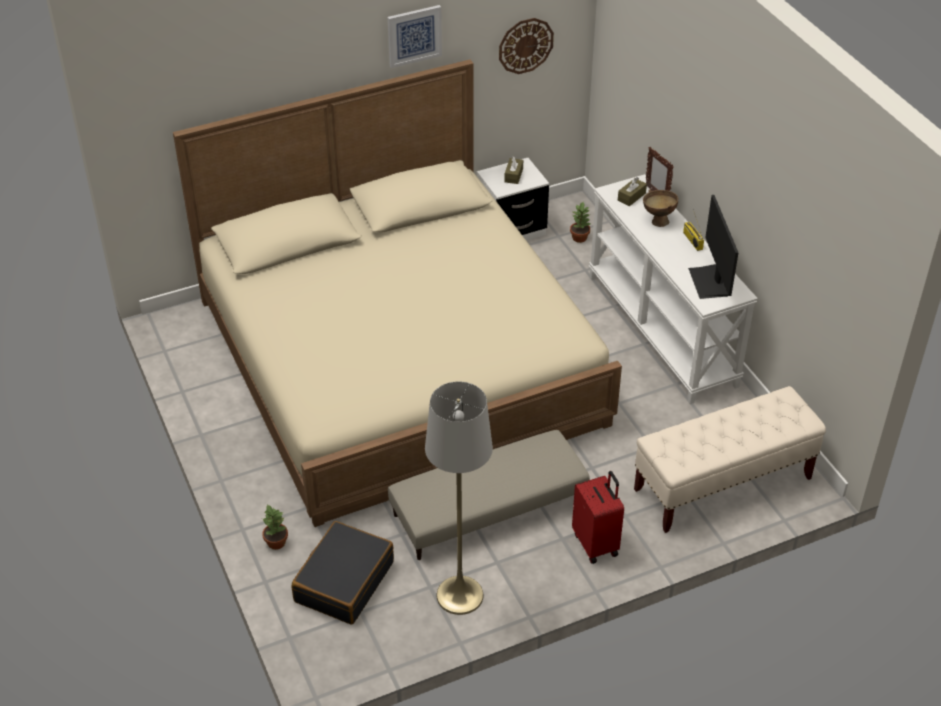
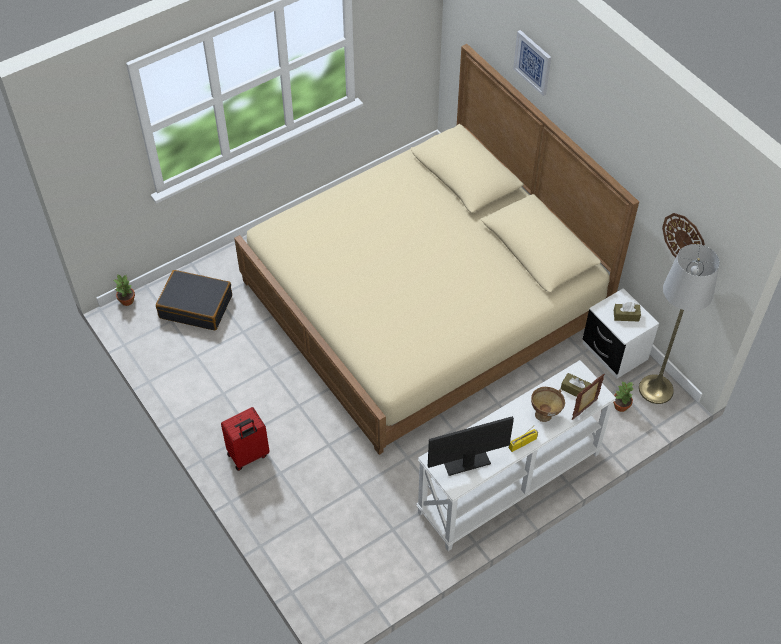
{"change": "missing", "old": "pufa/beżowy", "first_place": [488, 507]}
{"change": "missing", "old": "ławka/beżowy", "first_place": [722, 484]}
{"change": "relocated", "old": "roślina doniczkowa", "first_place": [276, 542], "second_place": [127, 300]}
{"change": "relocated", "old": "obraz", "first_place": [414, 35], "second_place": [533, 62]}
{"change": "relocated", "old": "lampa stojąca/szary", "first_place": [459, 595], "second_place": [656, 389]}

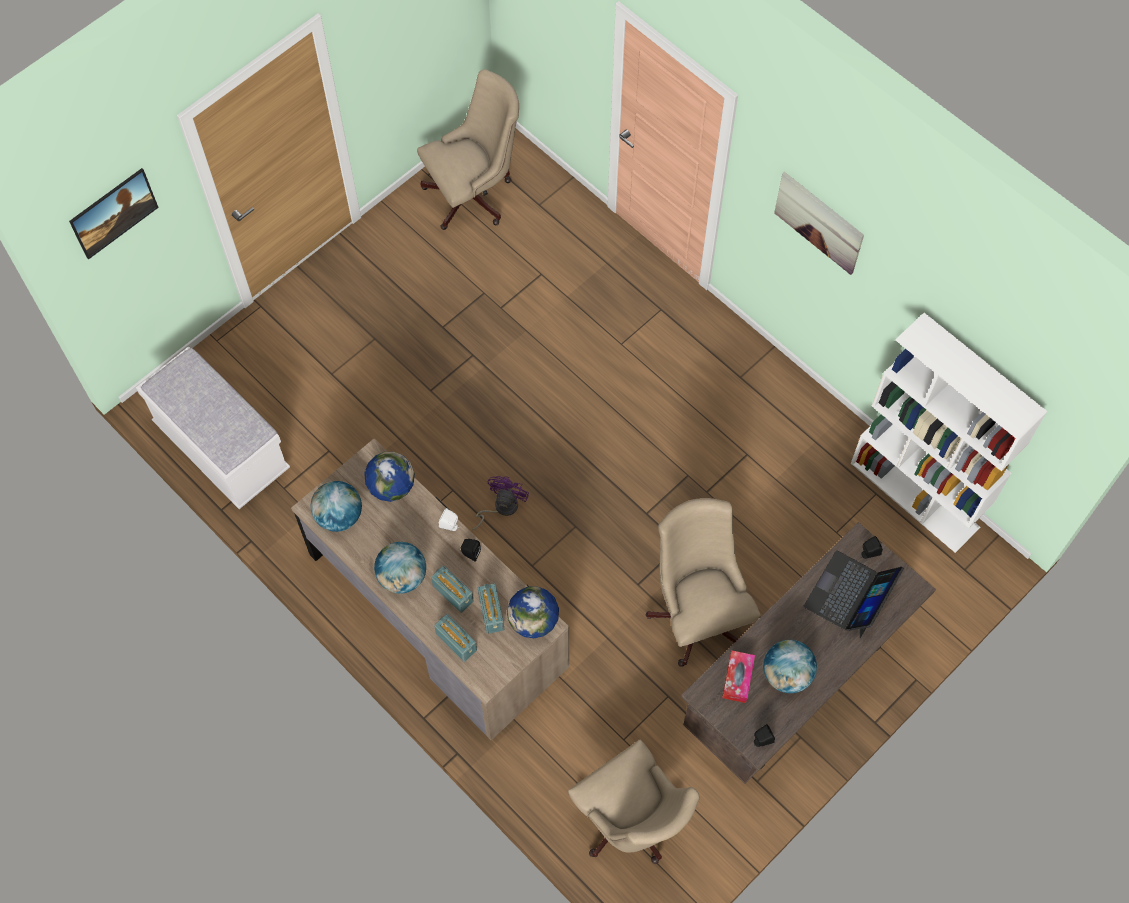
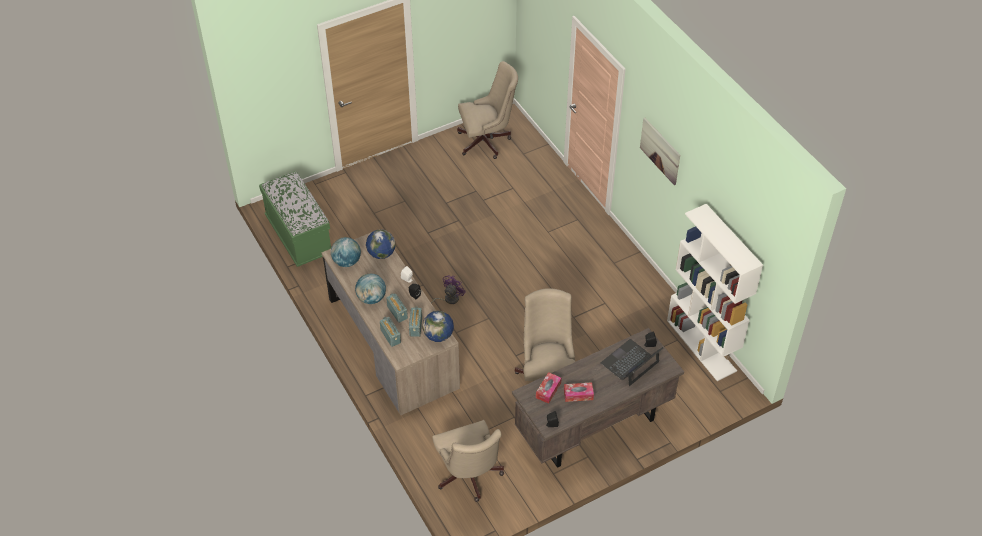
{"change": "missing", "old": "obraz", "first_place": [118, 222]}
{"change": "exchanged", "old": "globus", "new": "pudełko chusteczek", "first_place": [786, 674], "second_place": [578, 394]}
{"change": "colour", "old": "ławka/biały", "new": "ławka/zielony", "first_place": [222, 448], "second_place": [299, 236]}

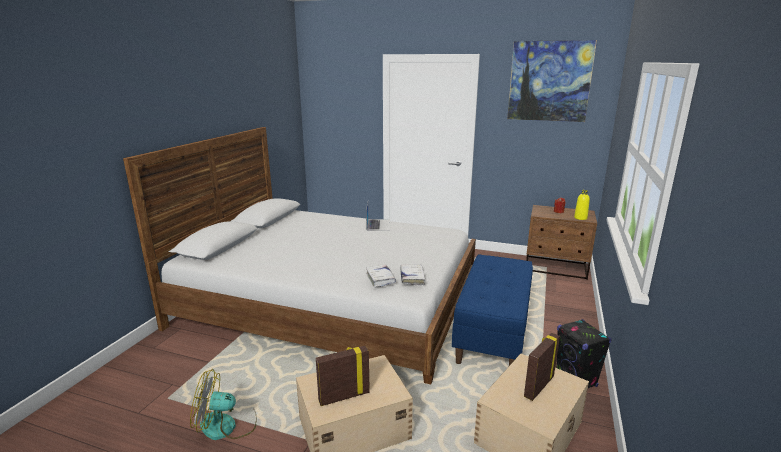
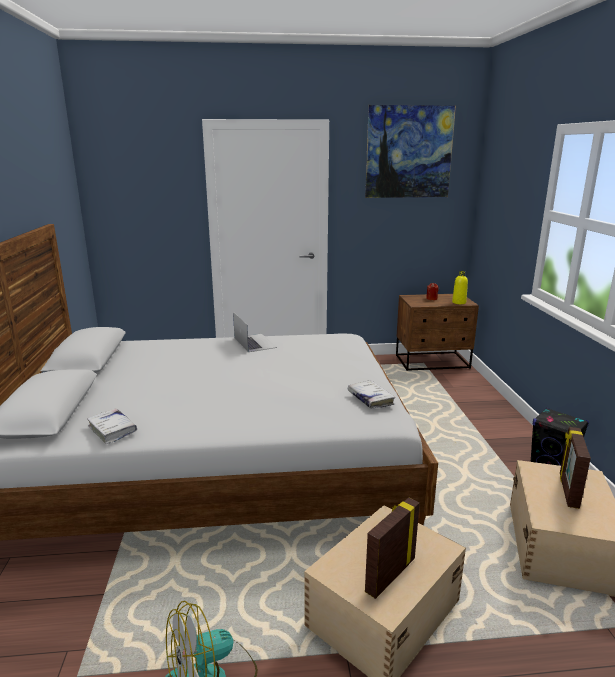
{"change": "missing", "old": "ławka/niebieski", "first_place": [492, 333]}
{"change": "relocated", "old": "książka/biały", "first_place": [380, 279], "second_place": [112, 430]}

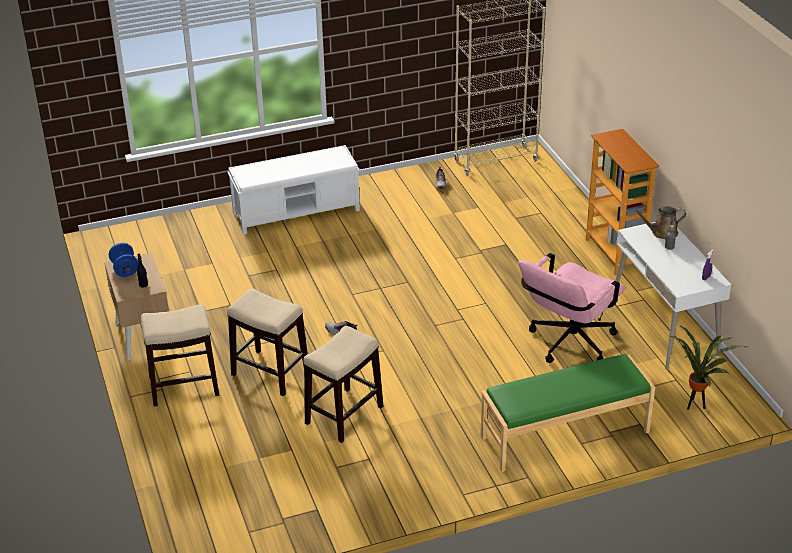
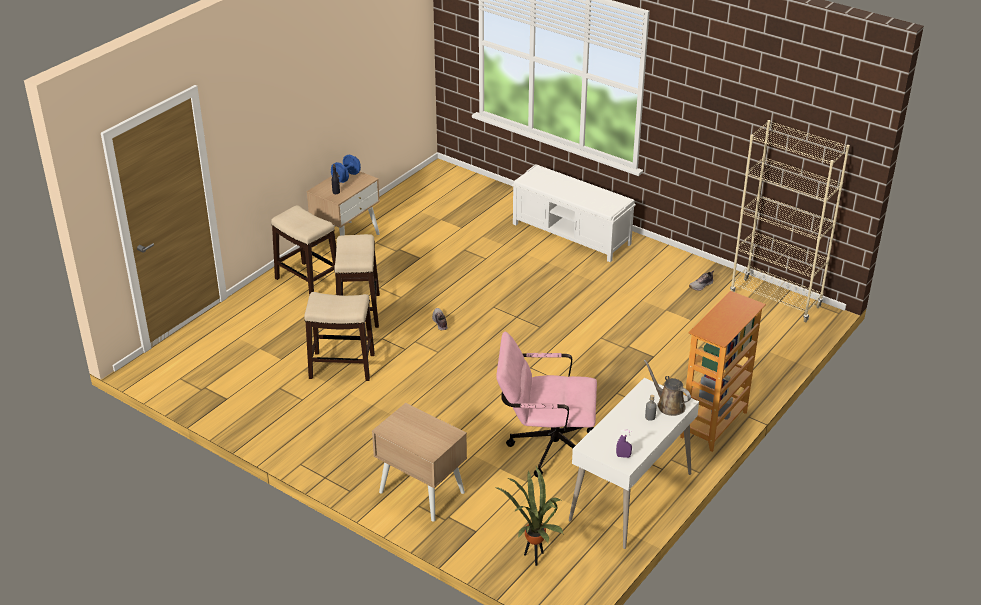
{"change": "exchanged", "old": "ławka/zielony", "new": "szafka nocna/beżowy", "first_place": [565, 435], "second_place": [421, 492]}

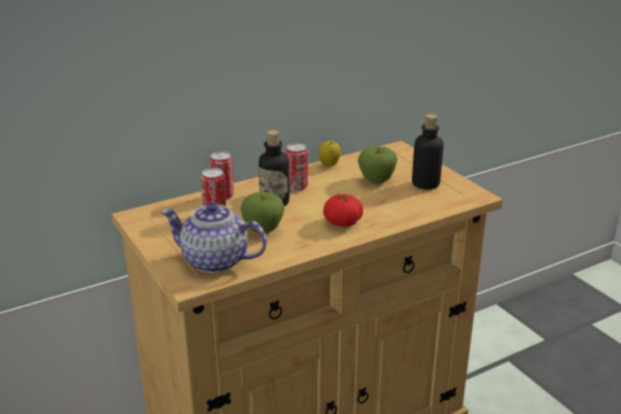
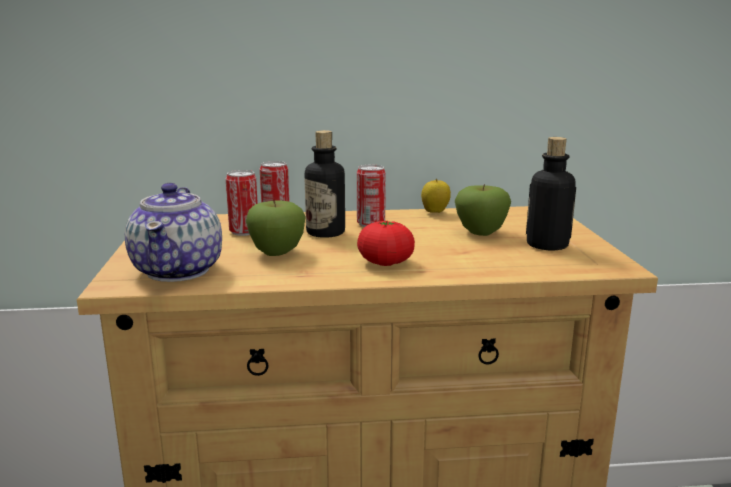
{"change": "spun", "old": "imbryk", "first_place": [215, 261], "second_place": [179, 270], "degrees": -135}

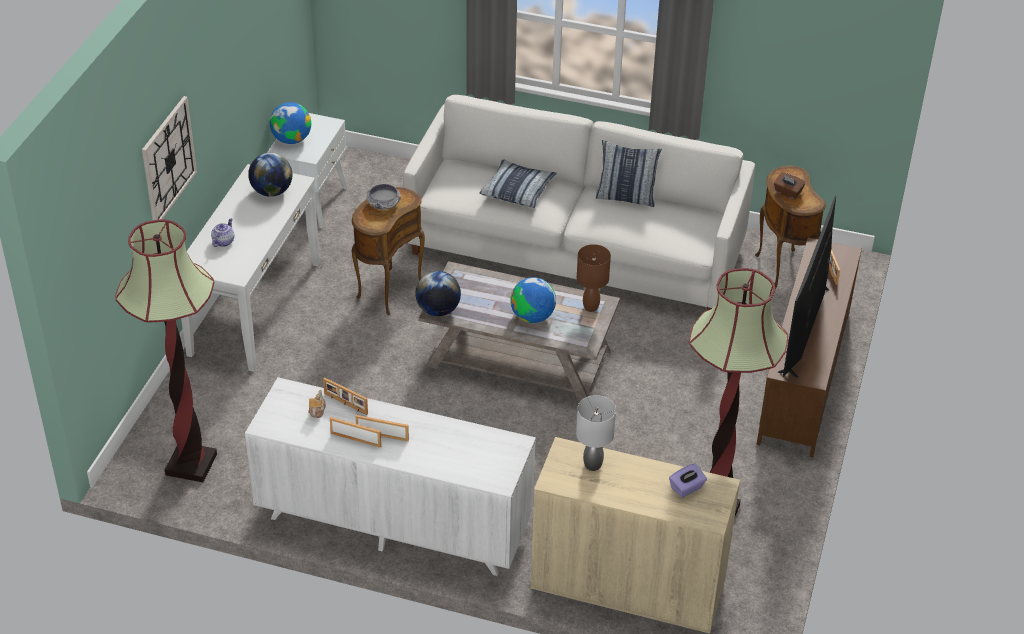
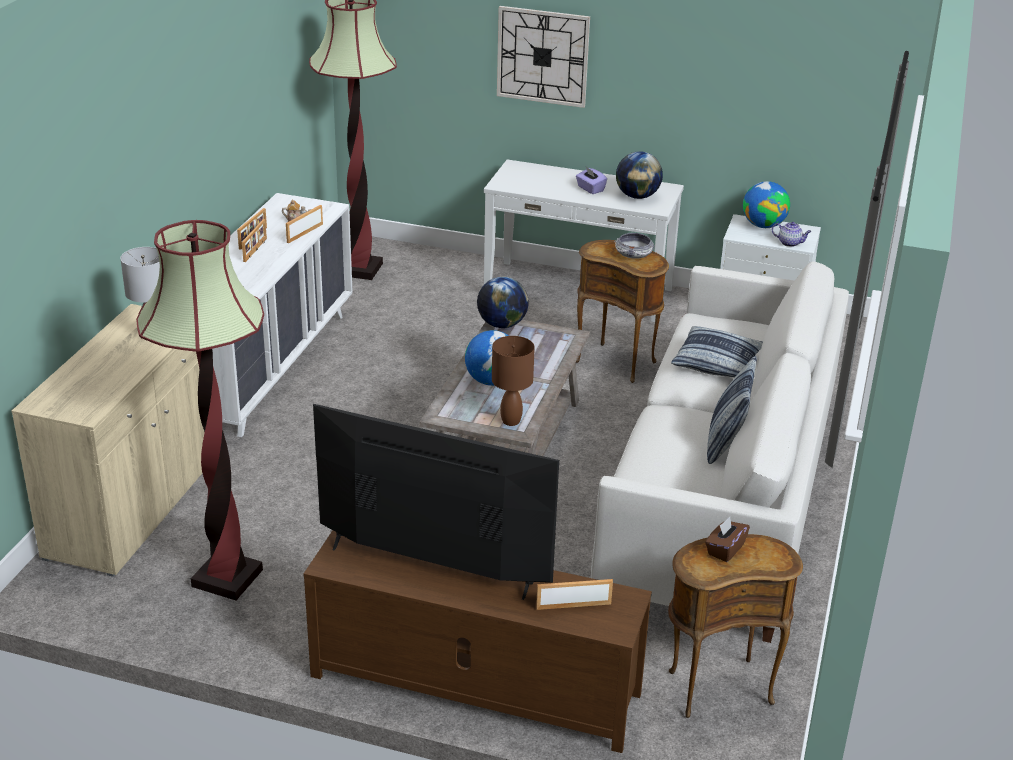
{"change": "relocated", "old": "imbryk", "first_place": [223, 241], "second_place": [790, 243]}
{"change": "relocated", "old": "pudełko chusteczek/fioletowy", "first_place": [687, 488], "second_place": [590, 189]}

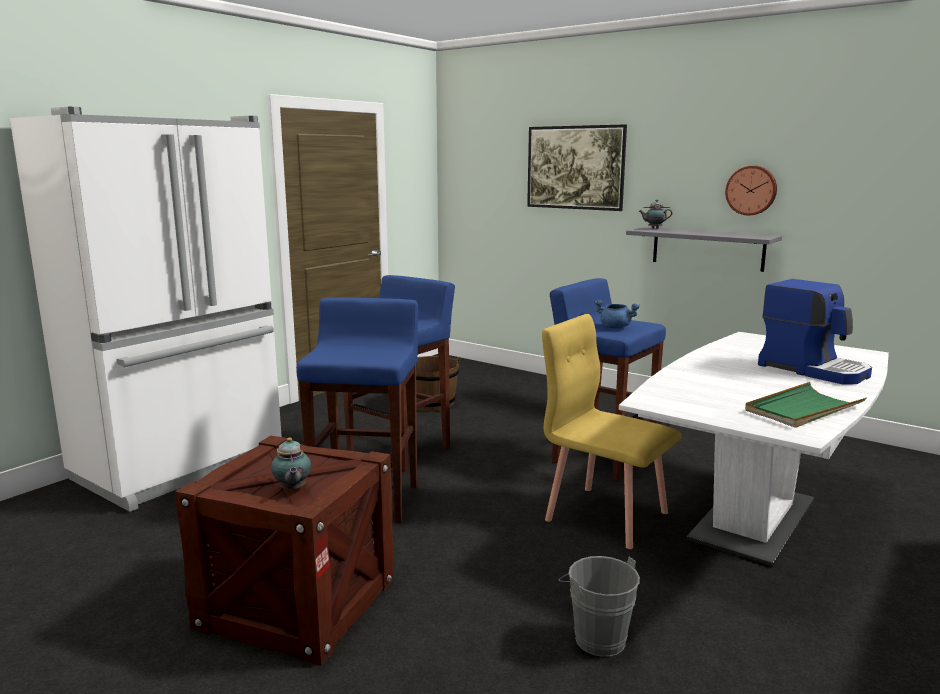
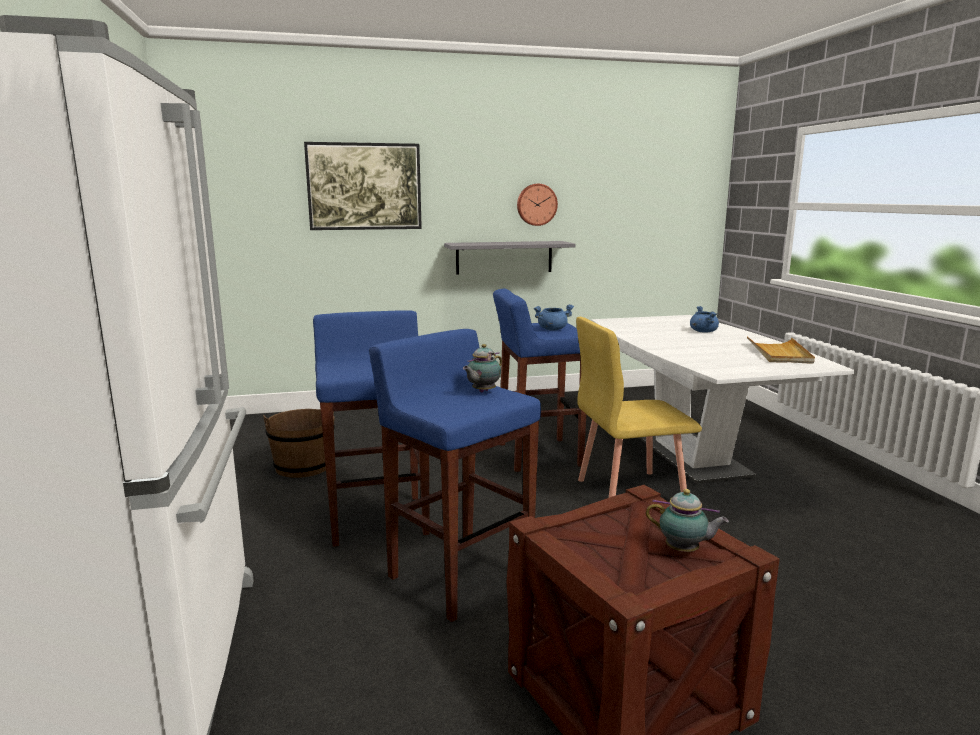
{"change": "missing", "old": "wiadro/szary", "first_place": [596, 636]}
{"change": "relocated", "old": "imbryk", "first_place": [653, 228], "second_place": [482, 391]}
{"change": "exchanged", "old": "ekspres do kawy", "new": "garnek/niebieski", "first_place": [813, 369], "second_place": [703, 331]}
{"change": "colour", "old": "taca/zielony", "new": "taca/beżowy", "first_place": [803, 409], "second_place": [779, 353]}

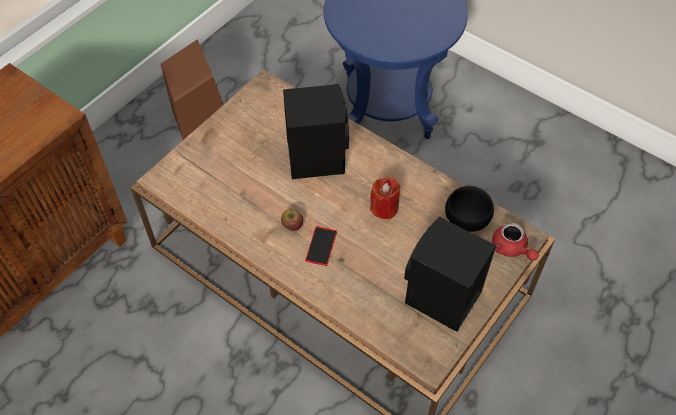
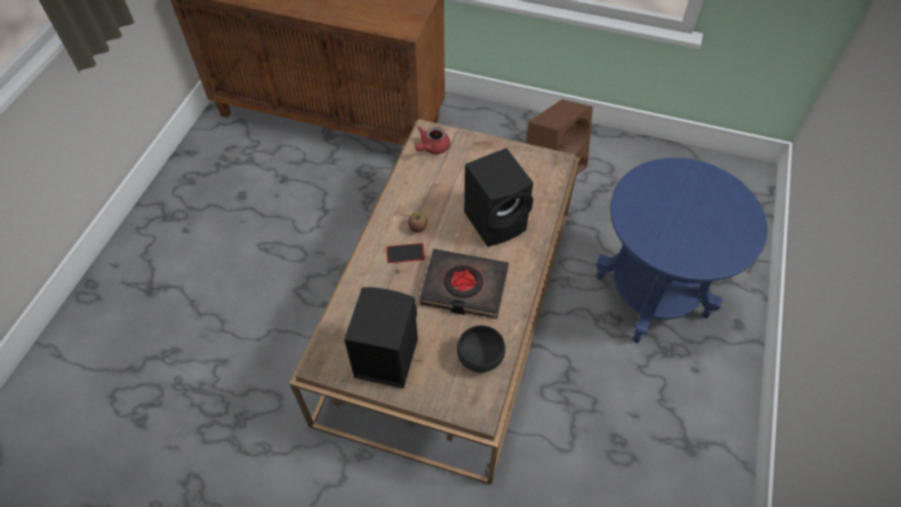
{"change": "relocated", "old": "imbryk/czerwony", "first_place": [511, 249], "second_place": [432, 148]}
{"change": "exchanged", "old": "świeca/czerwony", "new": "książka/czarny", "first_place": [384, 208], "second_place": [464, 287]}

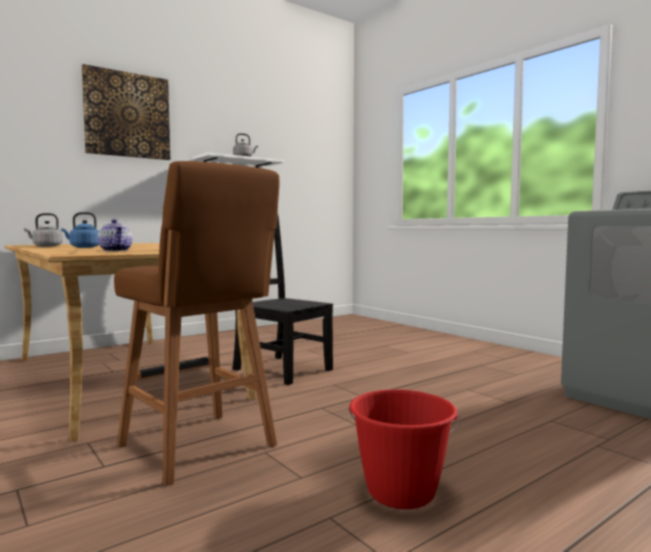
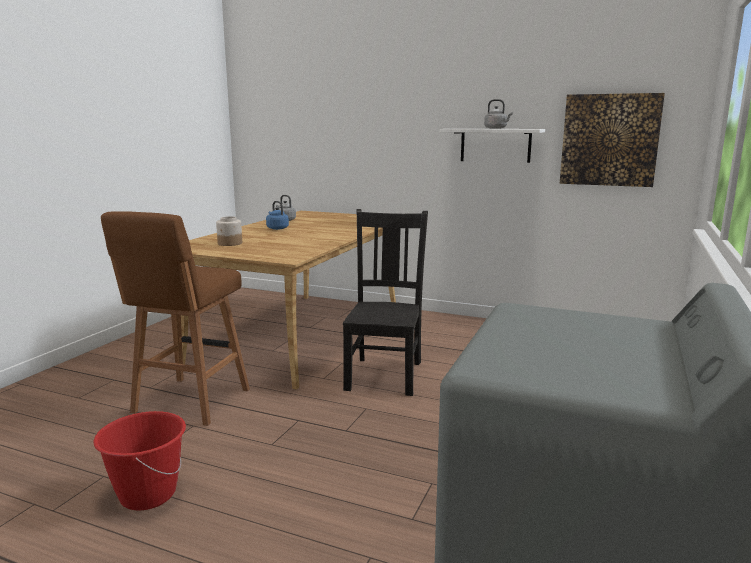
{"change": "relocated", "old": "obraz", "first_place": [127, 115], "second_place": [609, 140]}
{"change": "exchanged", "old": "imbryk", "new": "słoik", "first_place": [116, 250], "second_place": [230, 243]}

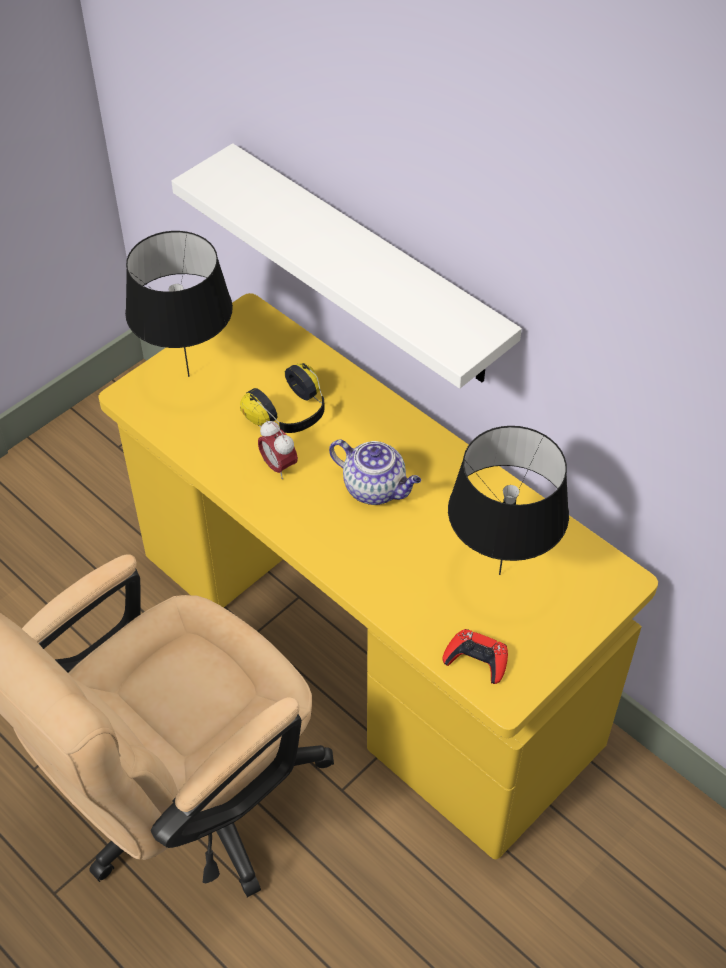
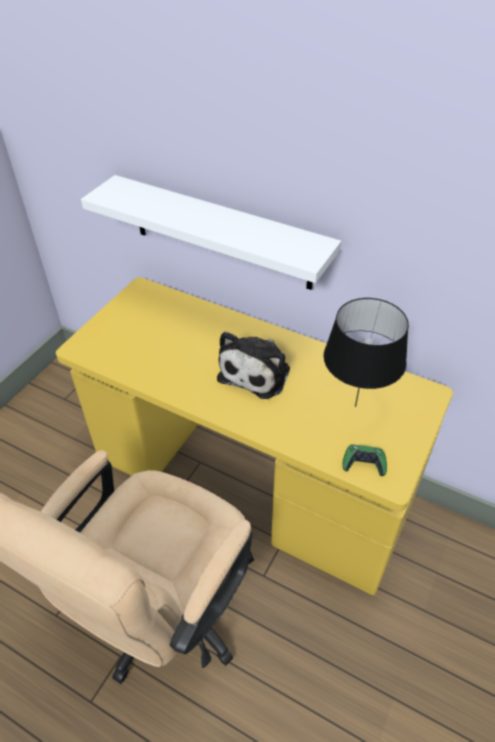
{"change": "missing", "old": "lampa stołowa/czarny", "first_place": [188, 375]}
{"change": "missing", "old": "słuchawki", "first_place": [290, 414]}
{"change": "missing", "old": "budzik", "first_place": [278, 466]}
{"change": "exchanged", "old": "imbryk", "new": "pluszak", "first_place": [376, 488], "second_place": [257, 371]}
{"change": "colour", "old": "pad do gier/czerwony", "new": "pad do gier/zielony", "first_place": [476, 660], "second_place": [364, 463]}

